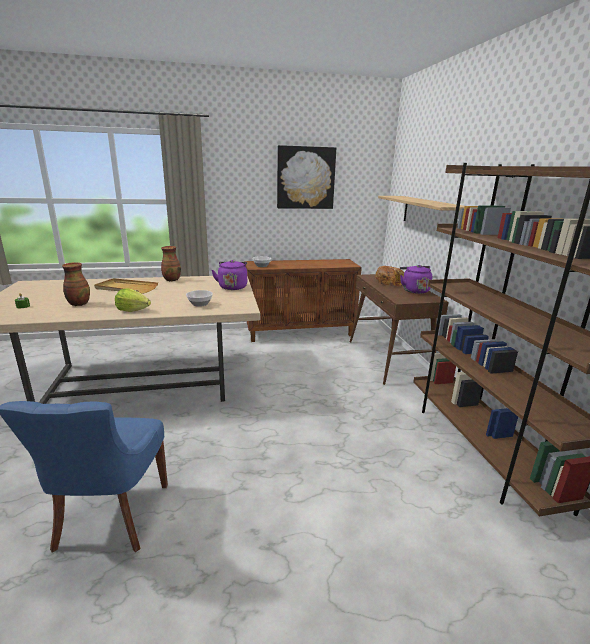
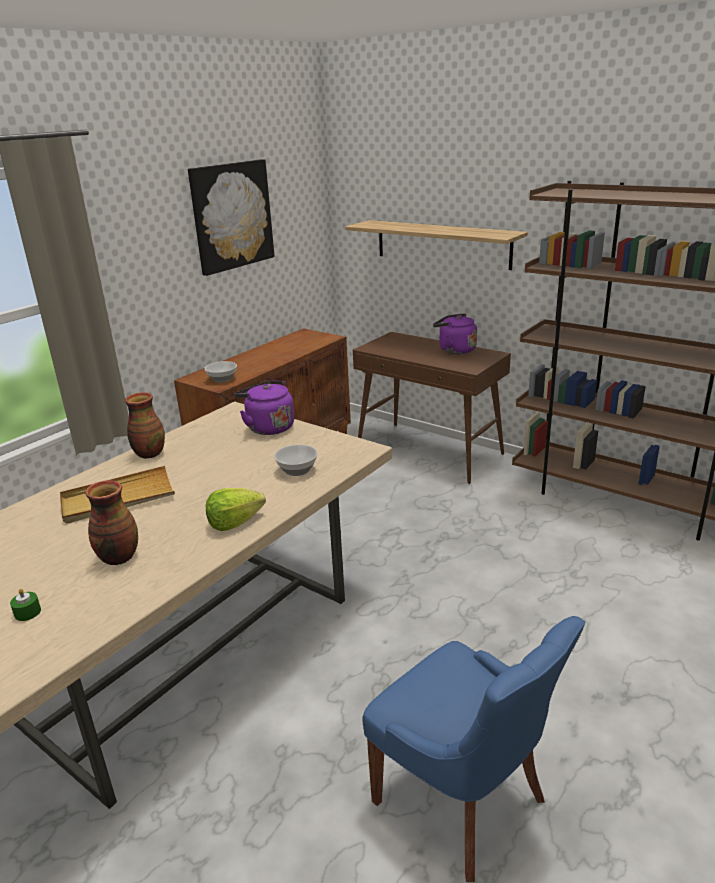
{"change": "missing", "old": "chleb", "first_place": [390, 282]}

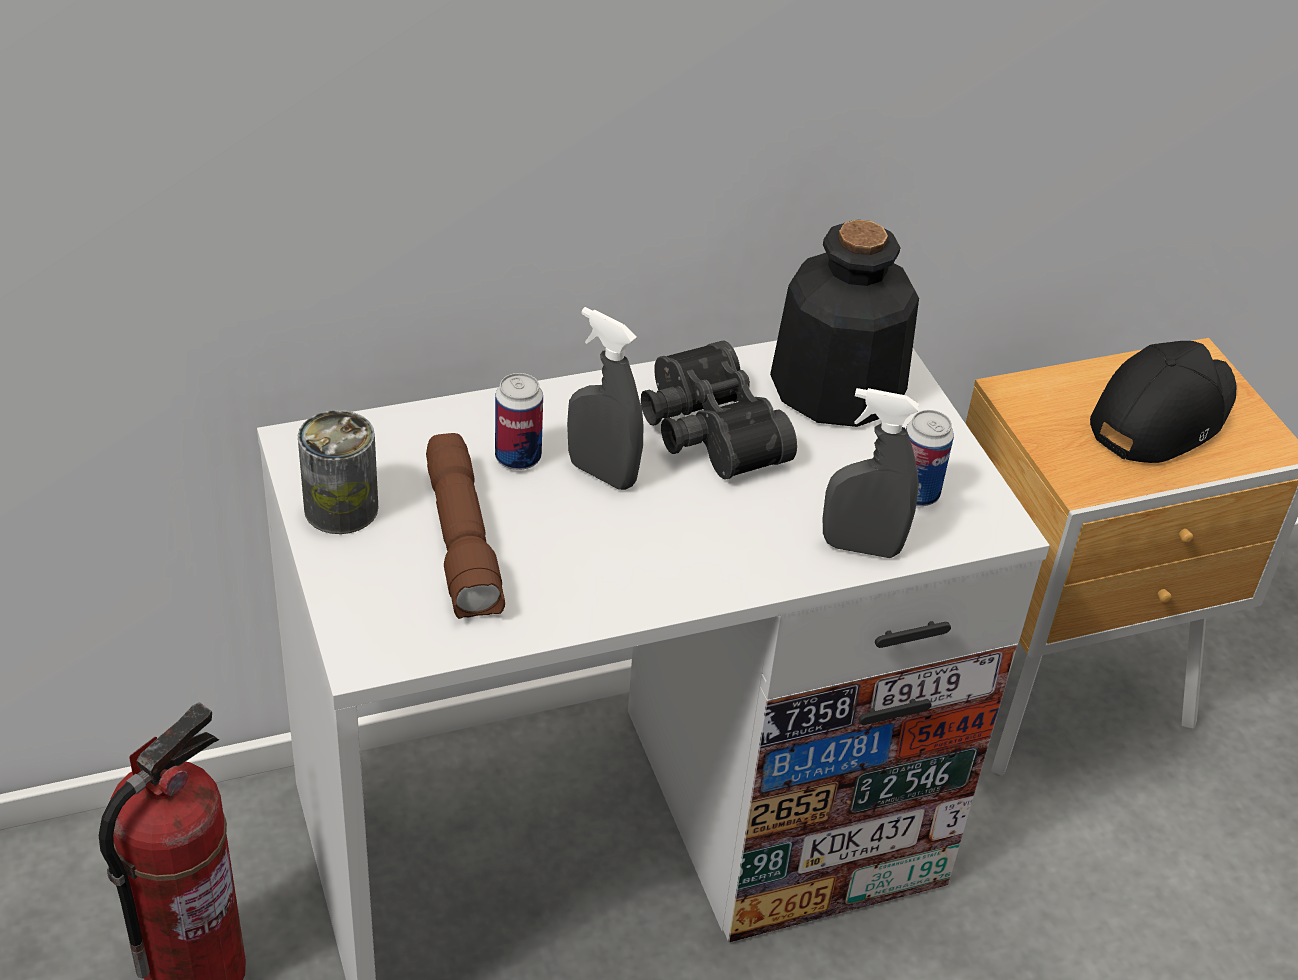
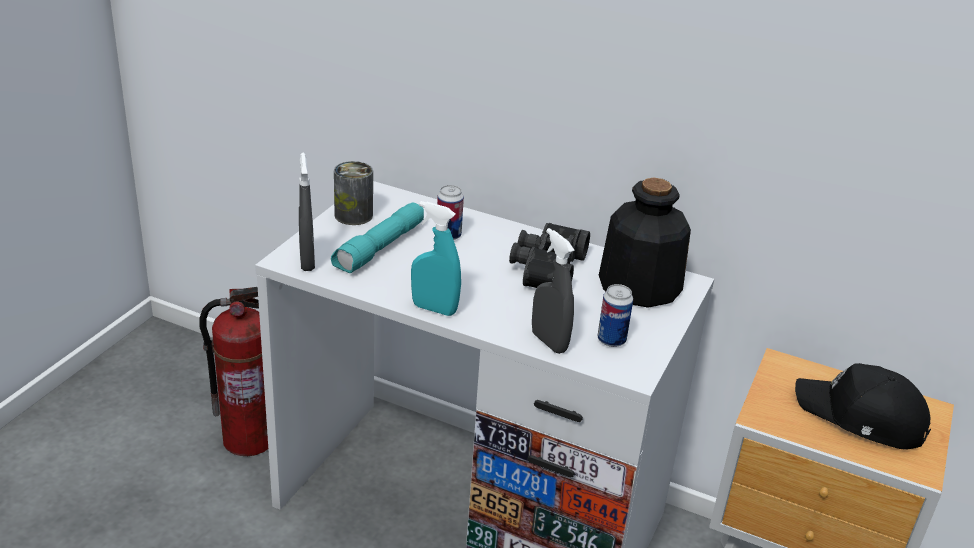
{"change": "appeared", "new": "spryskiwacz/turkusowy", "second_place": [434, 309]}
{"change": "relocated", "old": "spryskiwacz/szary", "first_place": [602, 473], "second_place": [307, 261]}
{"change": "colour", "old": "latarka/brązowy", "new": "latarka/turkusowy", "first_place": [464, 542], "second_place": [380, 248]}
{"change": "spun", "old": "czapka z daszkiem/czarny", "first_place": [1161, 415], "second_place": [861, 417], "degrees": -150}

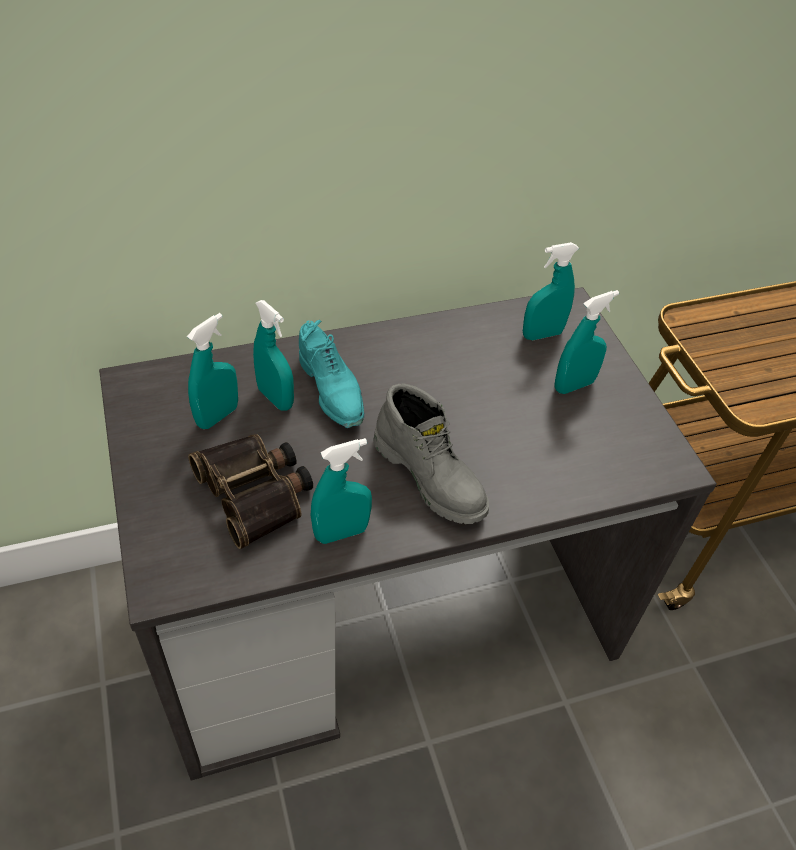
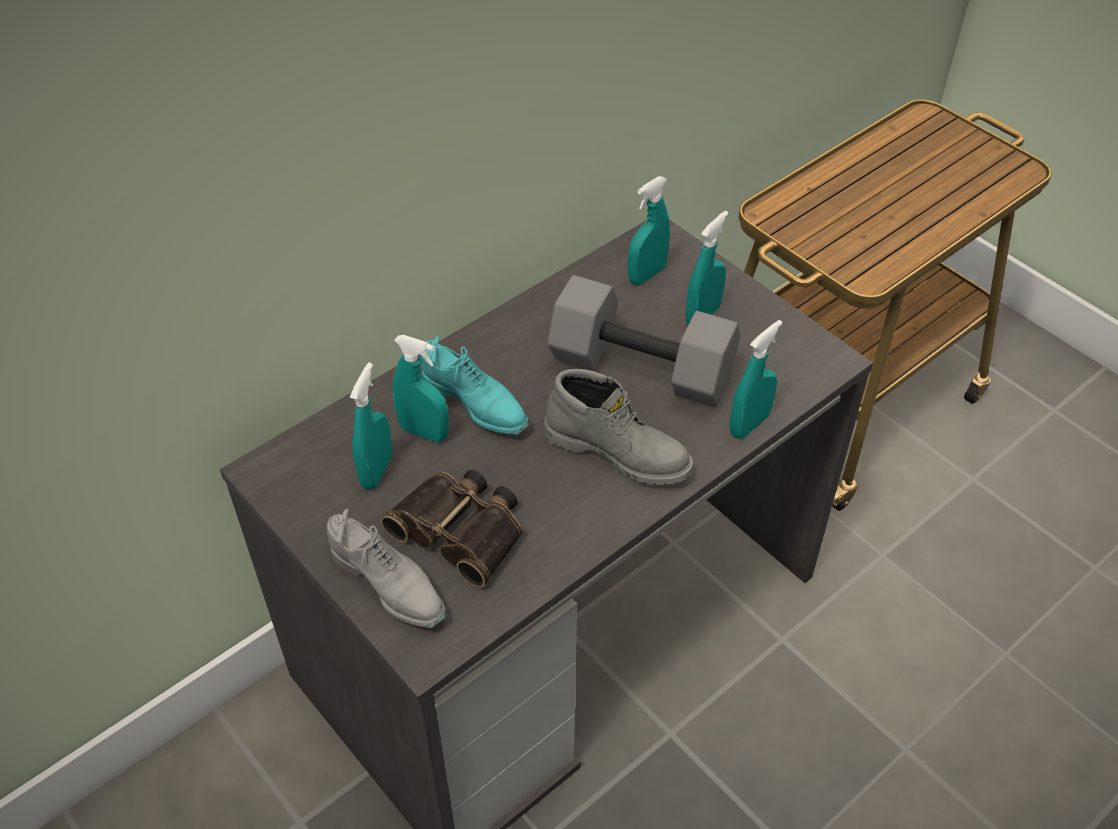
{"change": "appeared", "new": "but/szary", "second_place": [389, 584]}
{"change": "appeared", "new": "hantel/szary", "second_place": [644, 366]}
{"change": "relocated", "old": "spryskiwacz/turkusowy", "first_place": [341, 533], "second_place": [749, 425]}

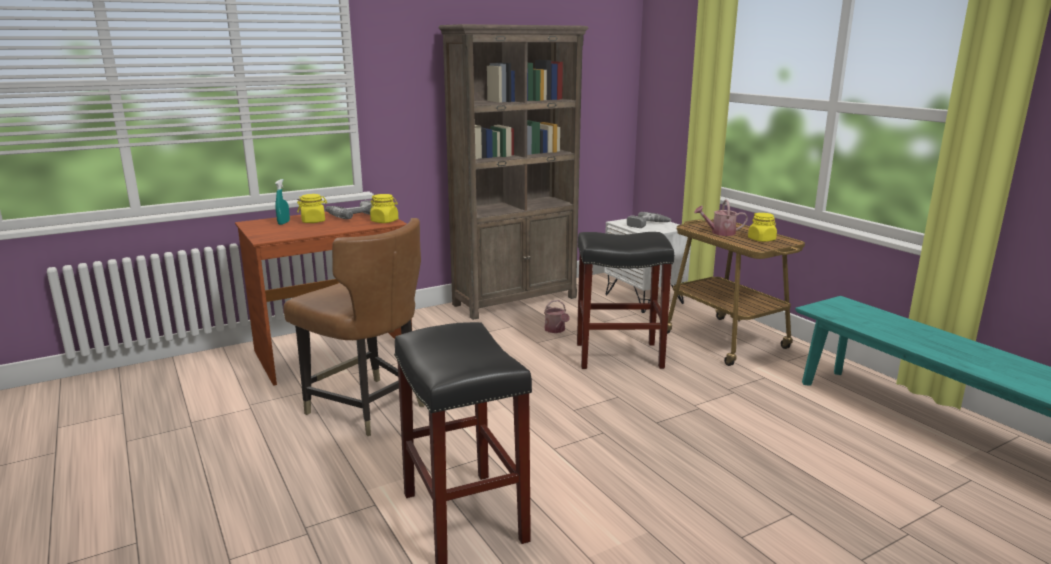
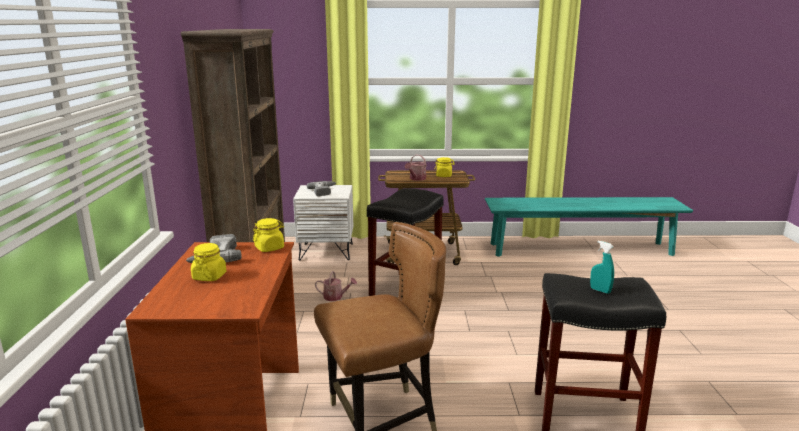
{"change": "relocated", "old": "spryskiwacz/turkusowy", "first_place": [283, 223], "second_place": [600, 290]}

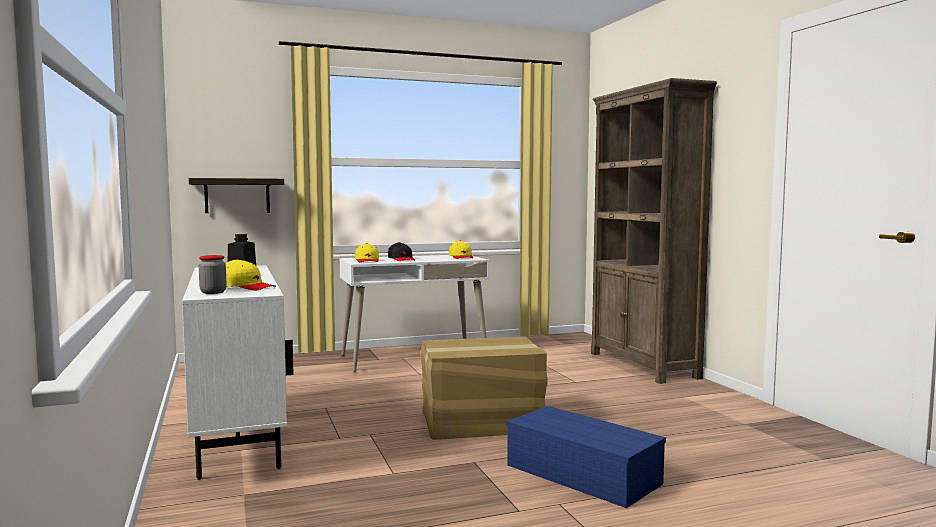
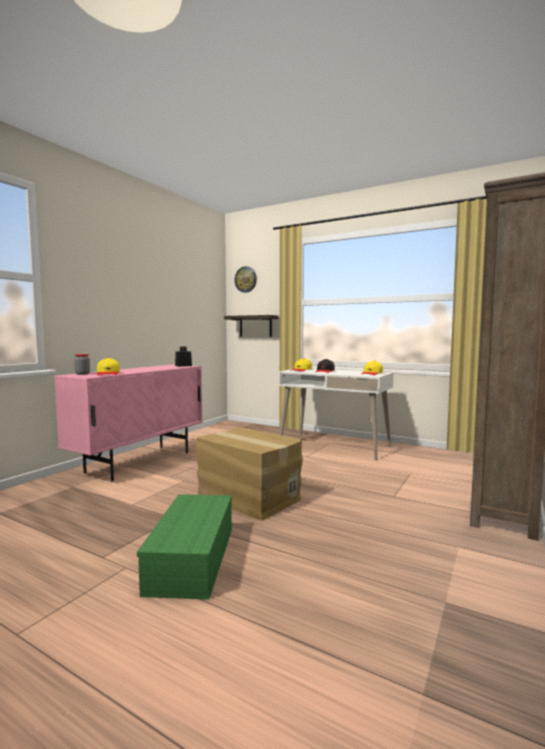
{"change": "appeared", "new": "zegar ścienny", "second_place": [246, 279]}
{"change": "colour", "old": "szafka/biały", "new": "szafka/różowy", "first_place": [237, 440], "second_place": [140, 462]}
{"change": "colour", "old": "pojemnik do przechowywania/niebieski", "new": "pojemnik do przechowywania/zielony", "first_place": [585, 474], "second_place": [193, 560]}

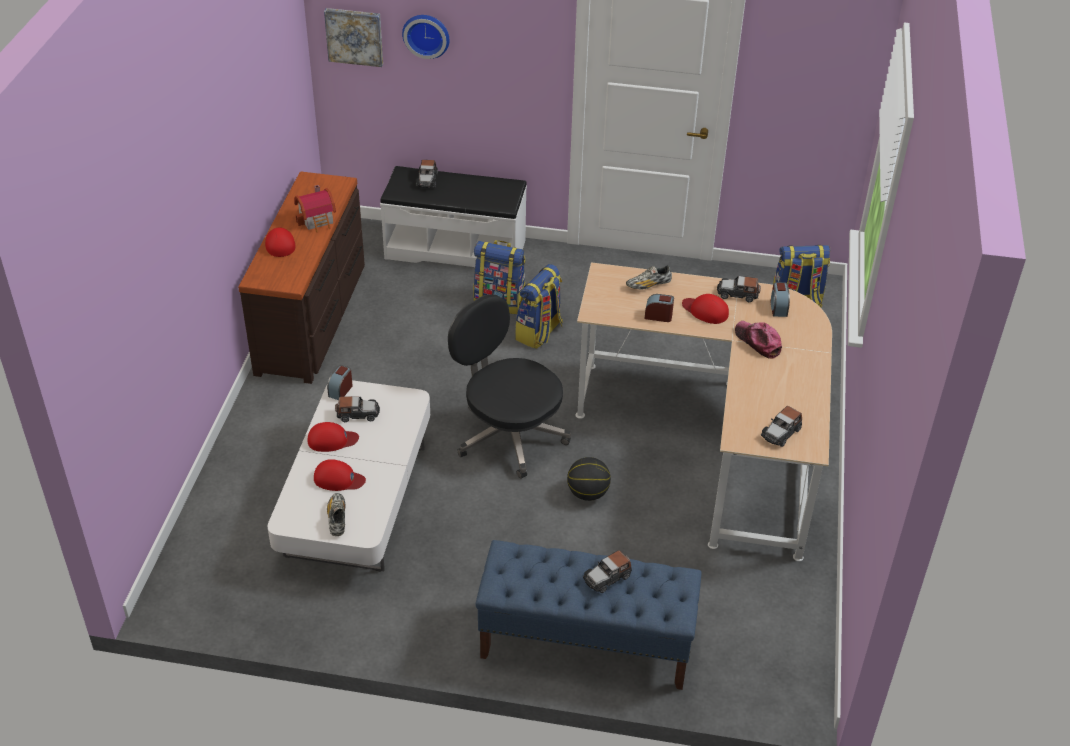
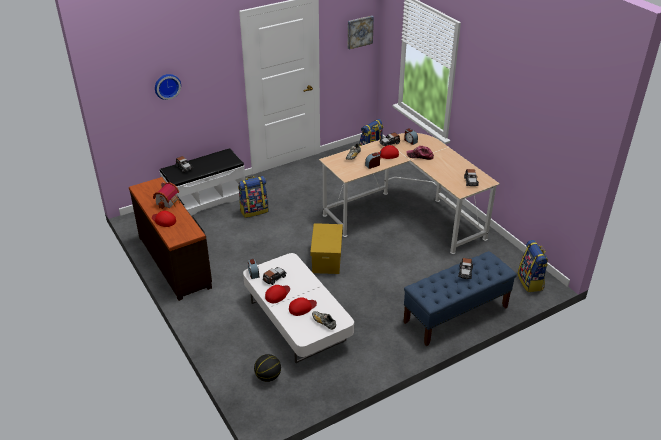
{"change": "relocated", "old": "obraz", "first_place": [354, 36], "second_place": [359, 31]}
{"change": "relocated", "old": "plecak", "first_place": [539, 333], "second_place": [530, 282]}
{"change": "relocated", "old": "piłka do koszykówki", "first_place": [587, 493], "second_place": [268, 376]}
{"change": "exchanged", "old": "krzesło biurowe/czarny", "new": "pojemnik do przechowywania/żółty", "first_place": [508, 435], "second_place": [326, 259]}

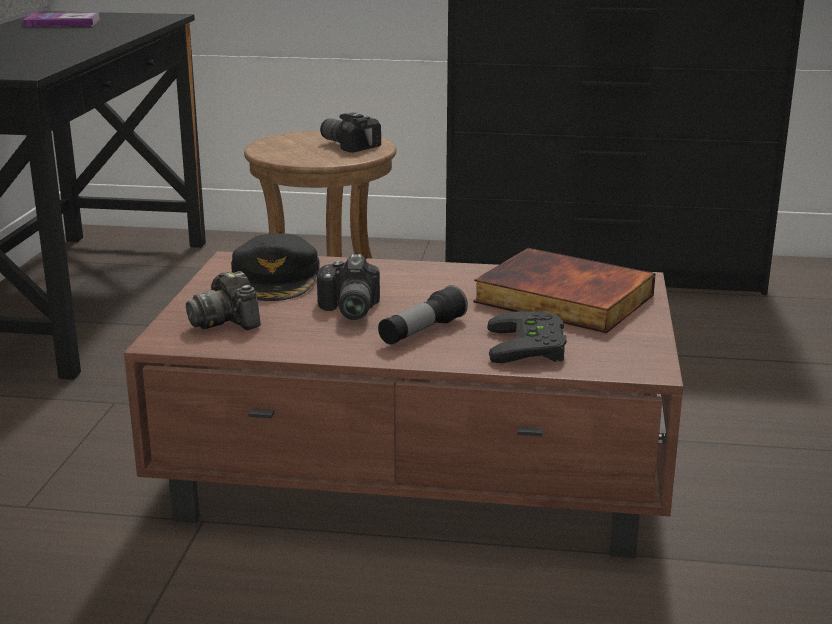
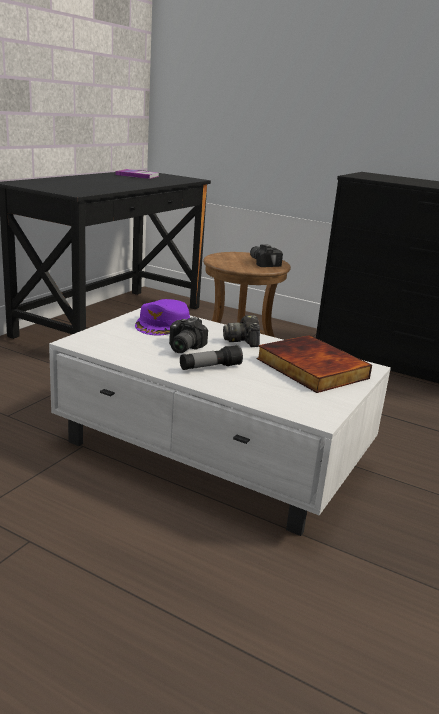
{"change": "missing", "old": "pad do gier/czarny", "first_place": [533, 346]}
{"change": "relocated", "old": "aparat fotograficzny", "first_place": [226, 321], "second_place": [243, 340]}
{"change": "colour", "old": "ława/brązowy", "new": "ława/biały", "first_place": [421, 472], "second_place": [215, 452]}
{"change": "colour", "old": "czapka z daszkiem/czarny", "new": "czapka z daszkiem/fioletowy", "first_place": [276, 279], "second_place": [163, 324]}

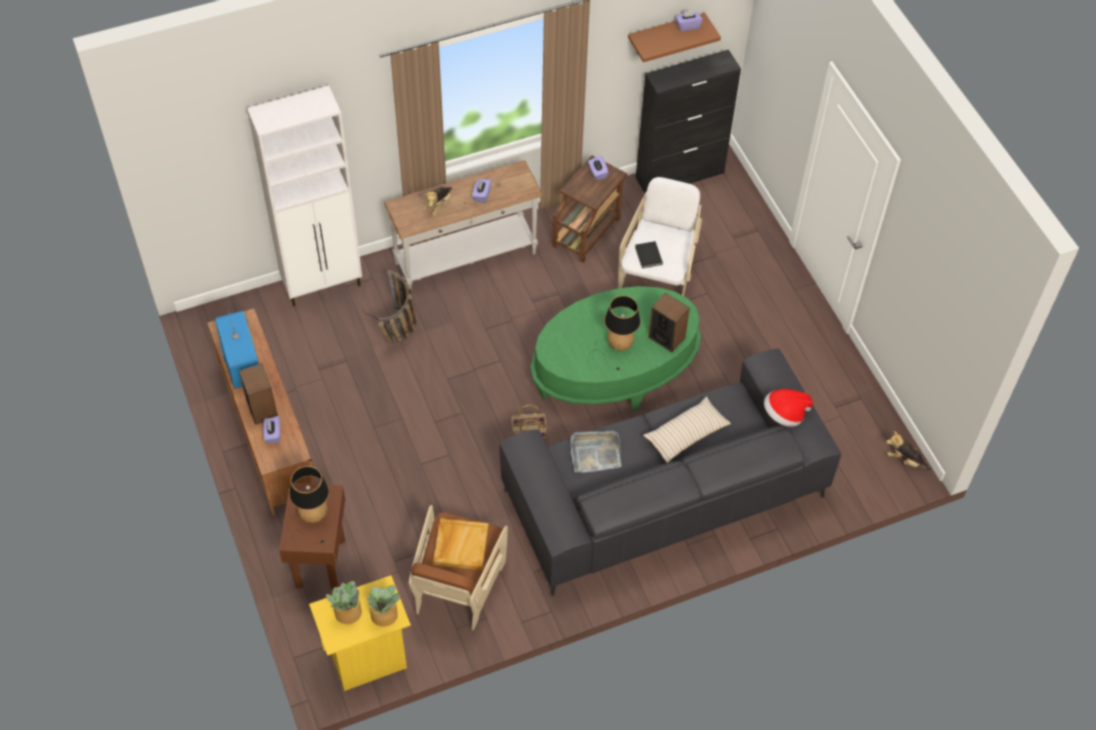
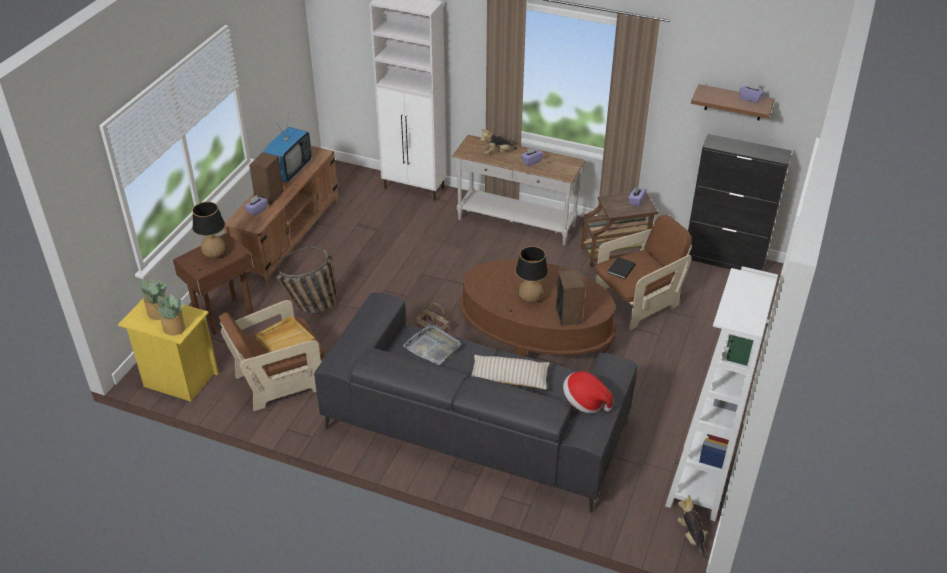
{"change": "appeared", "new": "regał/biały", "second_place": [699, 481]}
{"change": "relocated", "old": "koszyk", "first_place": [397, 333], "second_place": [312, 308]}
{"change": "colour", "old": "ława/zielony", "new": "ława/brązowy", "first_place": [614, 369], "second_place": [535, 335]}
{"change": "colour", "old": "fotel/biały", "new": "fotel/brązowy", "first_place": [658, 272], "second_place": [637, 302]}

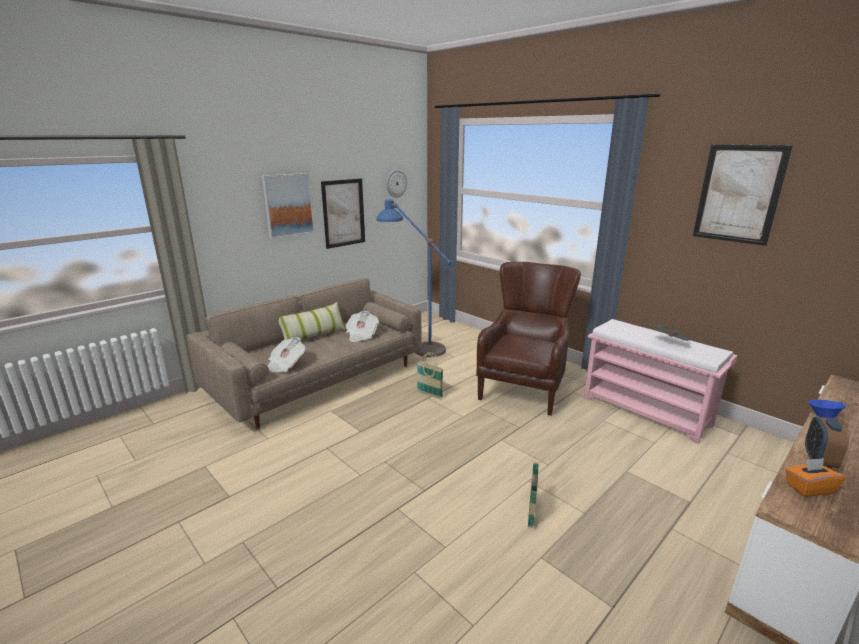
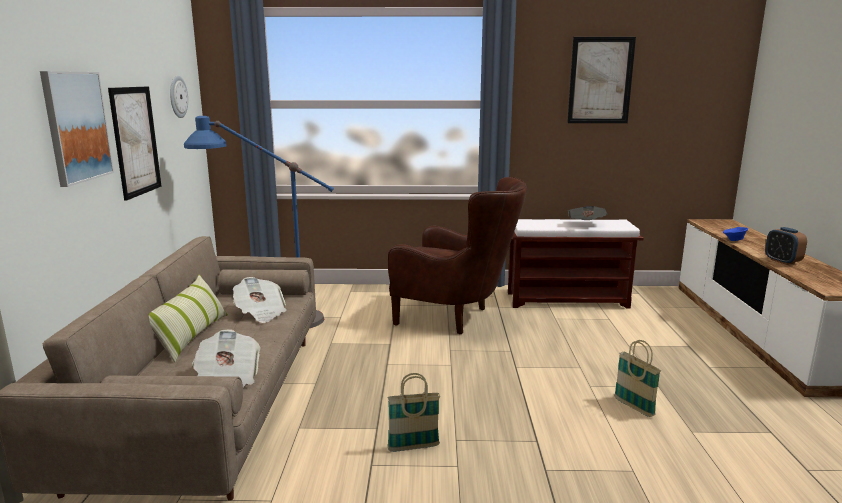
{"change": "missing", "old": "pudełko chusteczek/pomarańczowy", "first_place": [809, 488]}
{"change": "relocated", "old": "koszyk", "first_place": [429, 394], "second_place": [413, 447]}
{"change": "colour", "old": "ławka/różowy", "new": "ławka/brązowy", "first_place": [646, 411], "second_place": [568, 300]}
{"change": "spun", "old": "fotel/brązowy", "first_place": [524, 387], "second_place": [456, 318], "degrees": 135}

